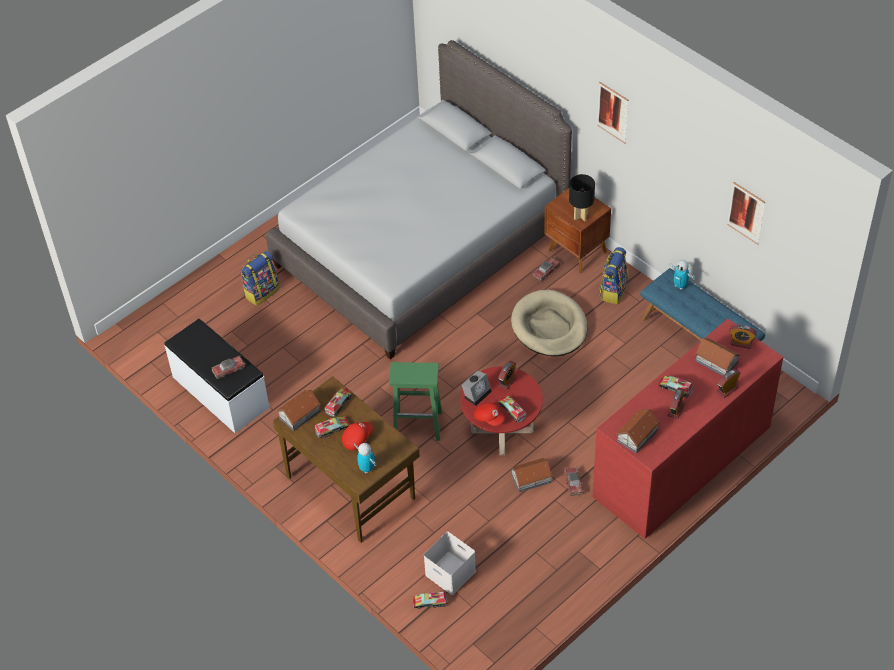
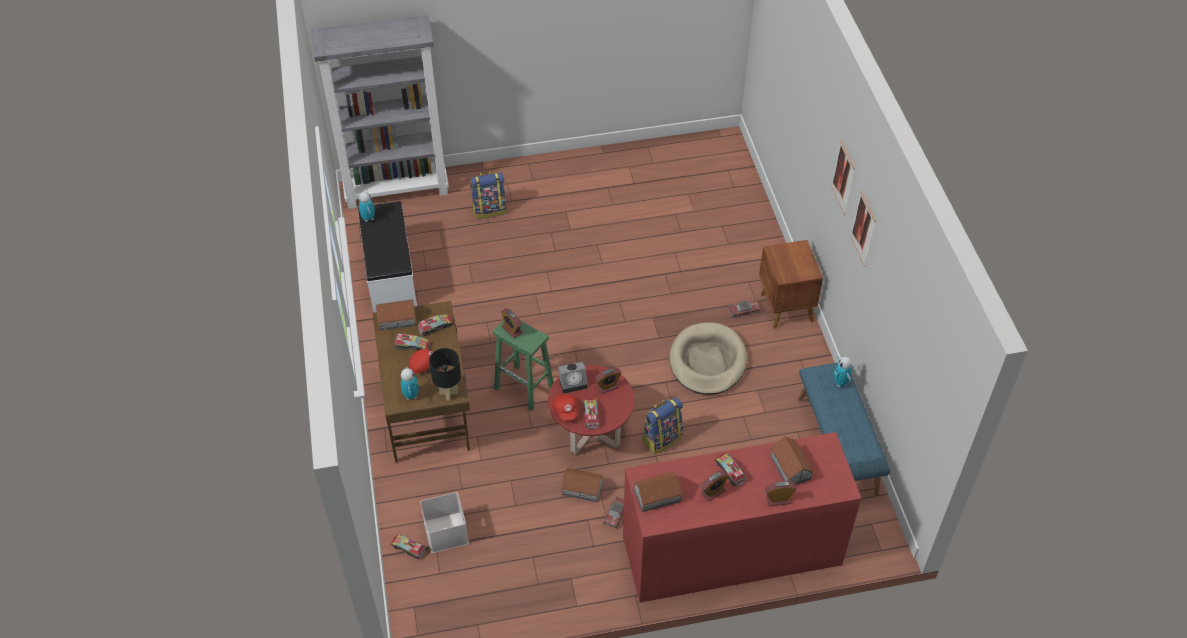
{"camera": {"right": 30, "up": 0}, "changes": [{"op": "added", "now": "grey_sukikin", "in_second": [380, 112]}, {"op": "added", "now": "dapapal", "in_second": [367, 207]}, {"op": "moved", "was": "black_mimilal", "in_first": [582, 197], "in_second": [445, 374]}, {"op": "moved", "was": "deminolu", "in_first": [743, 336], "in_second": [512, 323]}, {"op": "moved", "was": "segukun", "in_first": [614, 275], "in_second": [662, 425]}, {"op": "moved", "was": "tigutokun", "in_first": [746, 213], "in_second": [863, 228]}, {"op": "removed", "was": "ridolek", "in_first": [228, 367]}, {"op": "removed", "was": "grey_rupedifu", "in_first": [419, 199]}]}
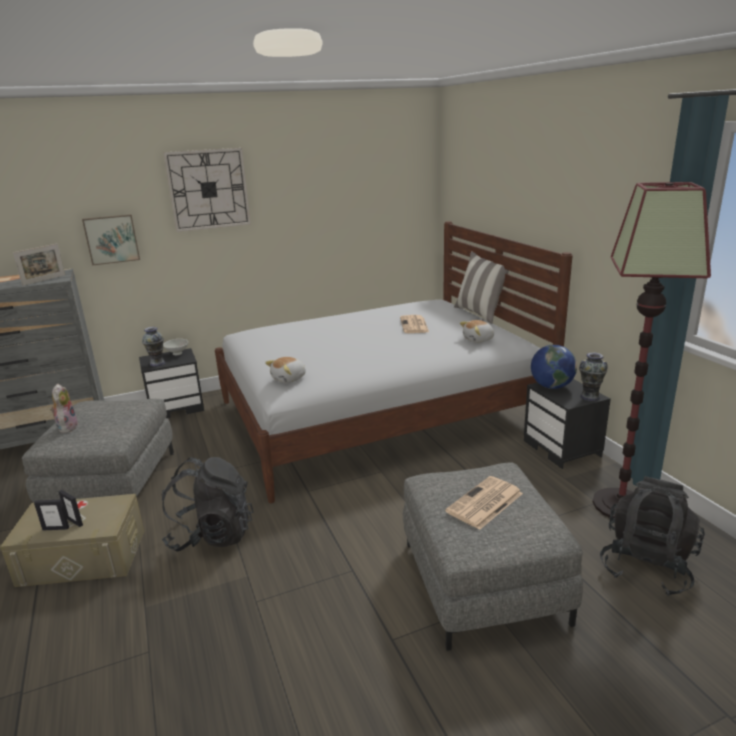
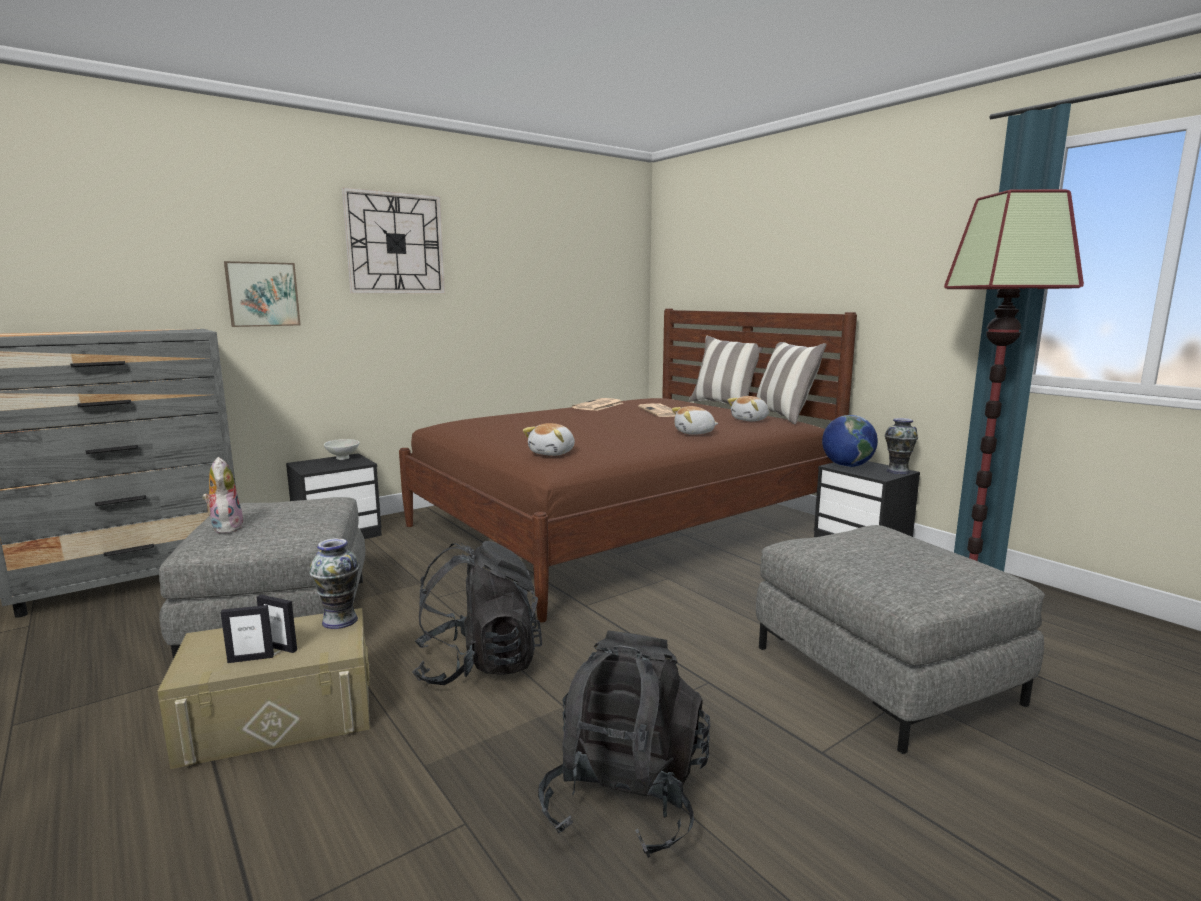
{"camera": {"right": -15, "up": -10}, "changes": [{"op": "moved", "was": "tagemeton", "in_first": [154, 347], "in_second": [334, 583]}, {"op": "recoloured", "was": "white_rupedifu", "now": "brown_rupedifu", "in_first": [394, 362], "in_second": [628, 465]}, {"op": "moved", "was": "black_segukun", "in_first": [652, 536], "in_second": [624, 744]}, {"op": "moved", "was": "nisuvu", "in_first": [484, 503], "in_second": [597, 404]}, {"op": "added", "now": "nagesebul", "in_second": [695, 420]}, {"op": "added", "now": "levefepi", "in_second": [792, 383]}, {"op": "removed", "was": "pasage", "in_first": [39, 265]}]}
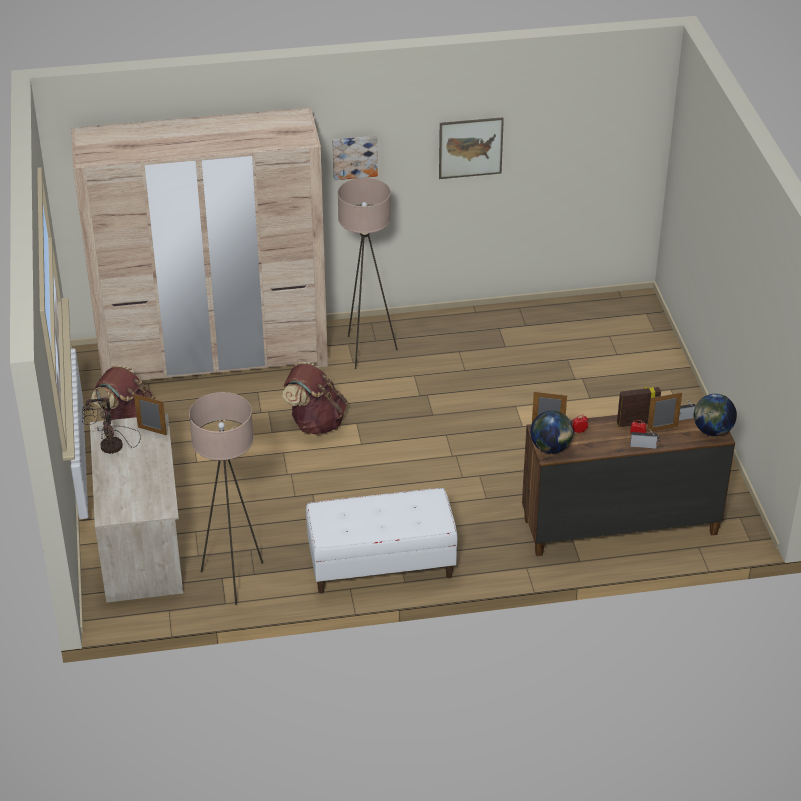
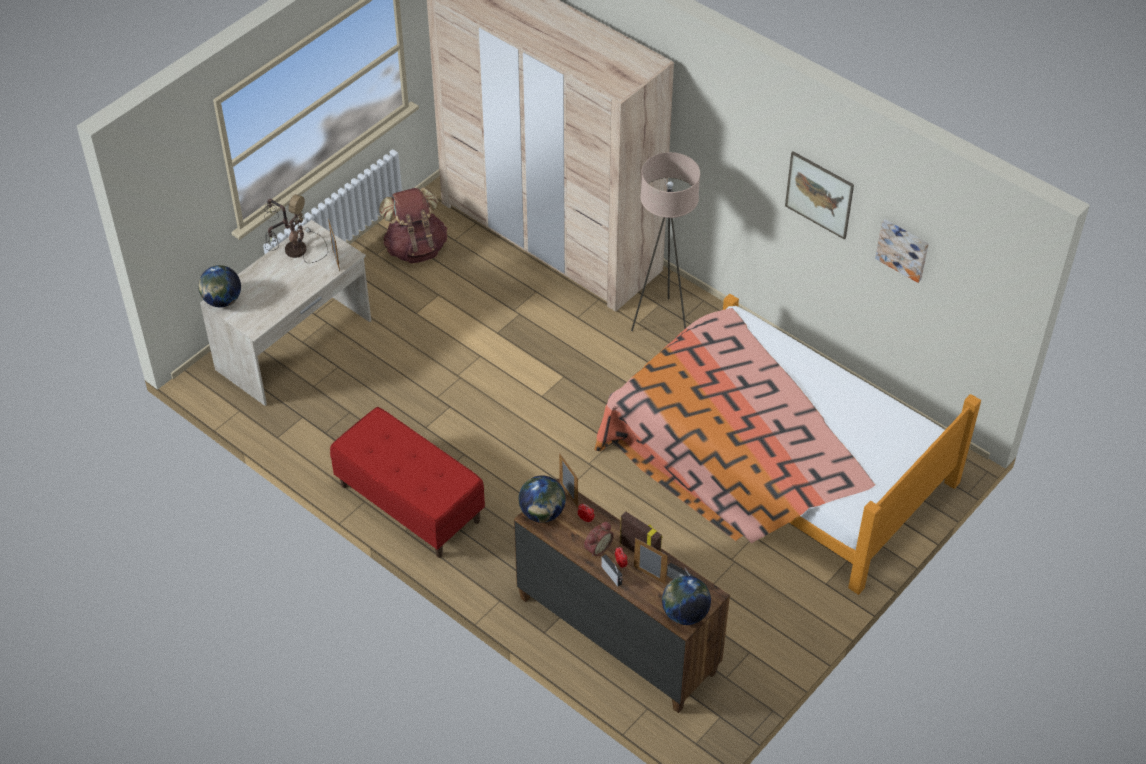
{"camera": {"right": 50, "up": 10}, "changes": [{"op": "added", "now": "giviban", "in_second": [219, 286]}, {"op": "recoloured", "was": "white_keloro", "now": "red_keloro", "in_first": [382, 541], "in_second": [407, 482]}, {"op": "added", "now": "deminolu", "in_second": [599, 539]}, {"op": "added", "now": "rupedifu", "in_second": [788, 444]}, {"op": "moved", "was": "tigutokun", "in_first": [355, 158], "in_second": [902, 251]}, {"op": "removed", "was": "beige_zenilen", "in_first": [226, 498]}, {"op": "removed", "was": "brown_segukun", "in_first": [315, 398]}]}
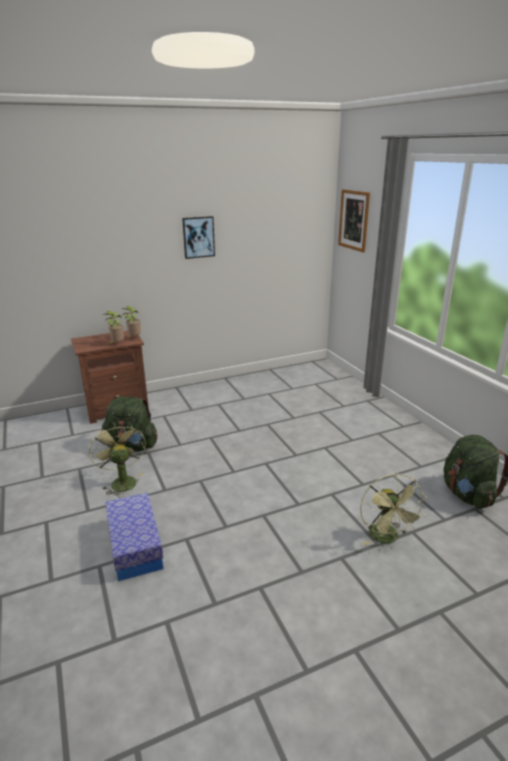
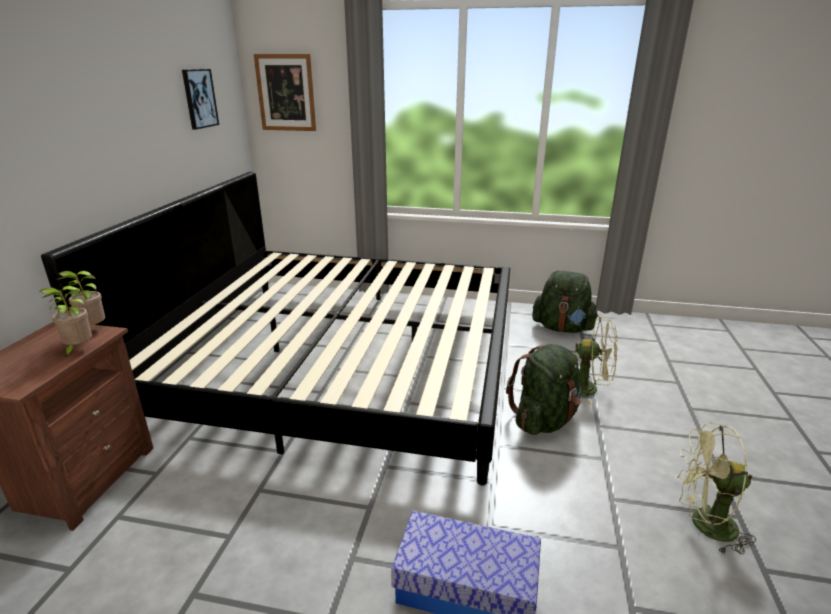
{"camera": {"right": -55, "up": 0}, "changes": [{"op": "added", "now": "rupedifu", "in_second": [275, 328]}, {"op": "moved", "was": "tigutokun", "in_first": [198, 237], "in_second": [200, 99]}, {"op": "moved", "was": "green_segukun", "in_first": [129, 424], "in_second": [543, 389]}, {"op": "moved", "was": "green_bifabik", "in_first": [117, 459], "in_second": [716, 488]}]}
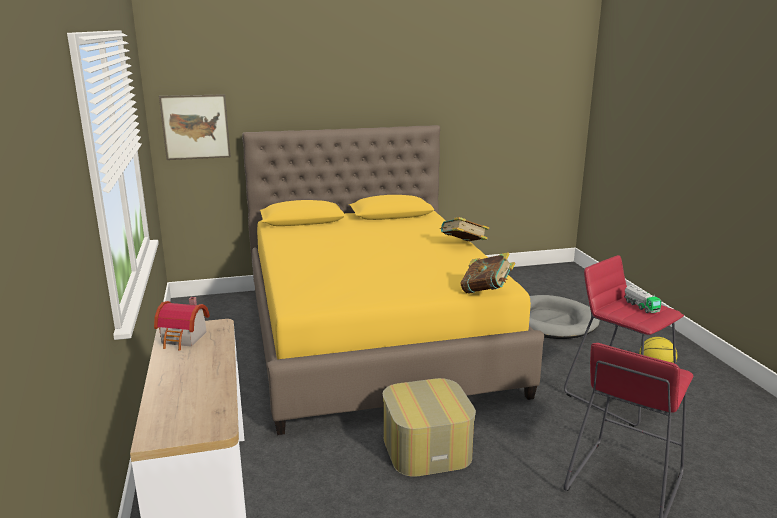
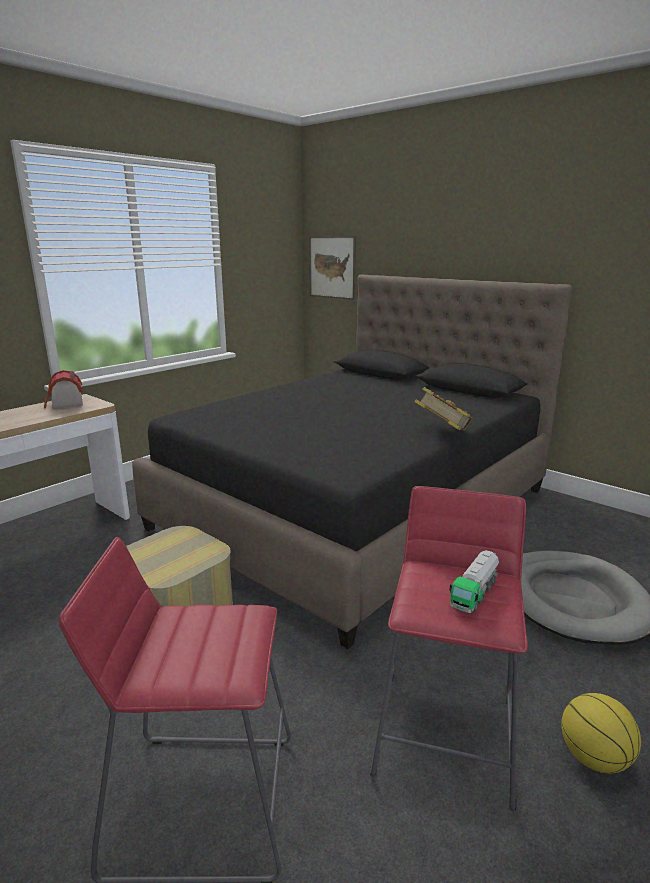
{"camera": {"right": 55, "up": 0}, "changes": [{"op": "recoloured", "was": "yellow_rupedifu", "now": "black_rupedifu", "in_first": [393, 280], "in_second": [352, 462]}, {"op": "removed", "was": "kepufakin", "in_first": [487, 273]}]}
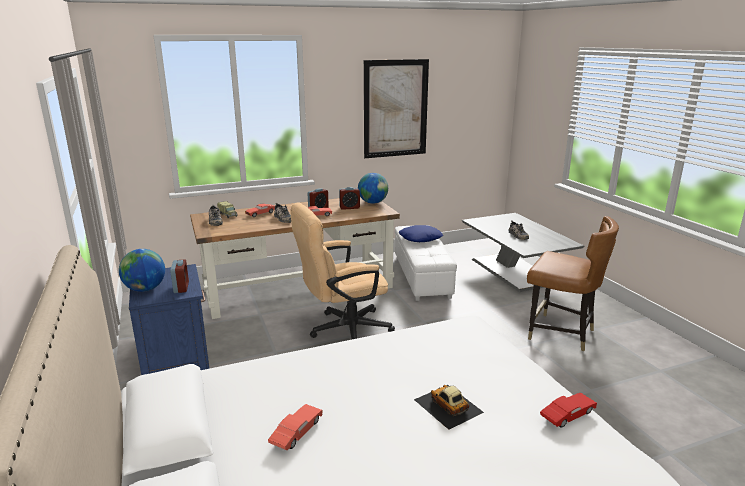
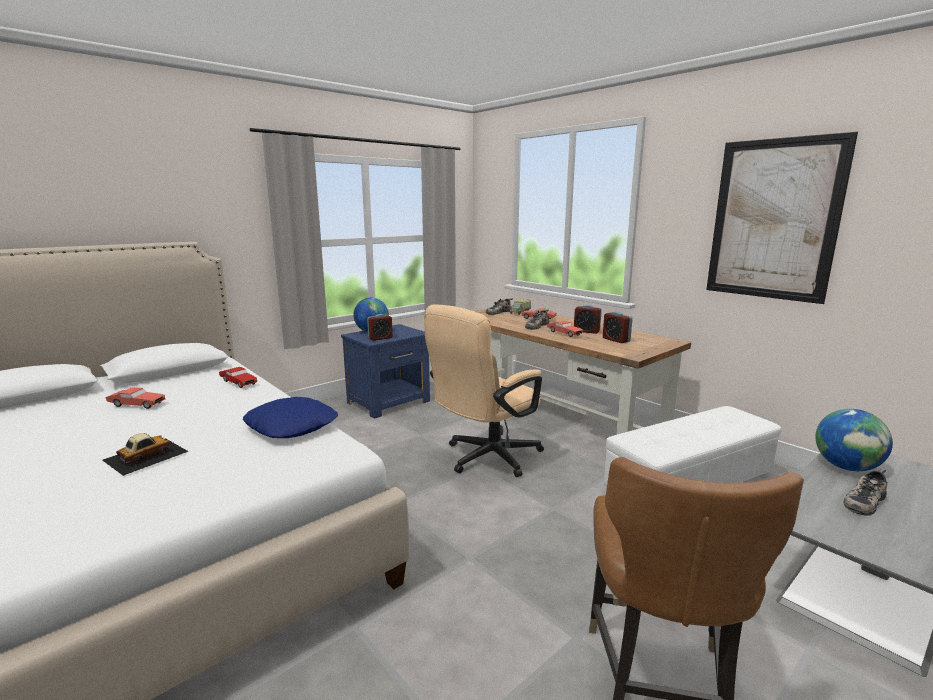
{"camera": {"right": 70, "up": -5}, "changes": [{"op": "moved", "was": "red_ridolek", "in_first": [568, 410], "in_second": [238, 377]}, {"op": "moved", "was": "blue_levefepi", "in_first": [421, 233], "in_second": [290, 417]}, {"op": "turned", "was": "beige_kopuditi", "in_first": [342, 271], "in_second": [484, 390], "clockwise": -90}, {"op": "moved", "was": "giviban", "in_first": [373, 188], "in_second": [854, 440]}]}
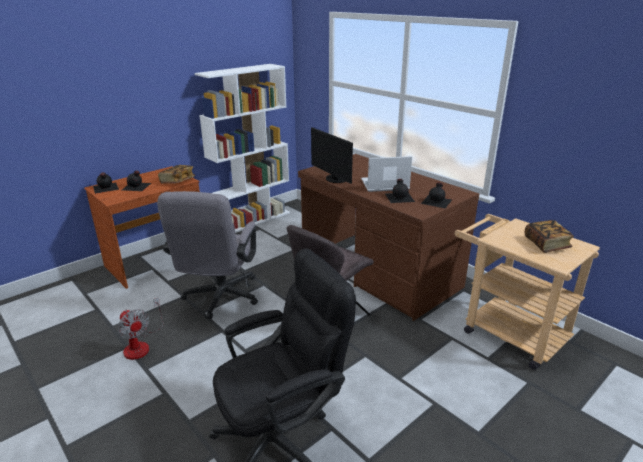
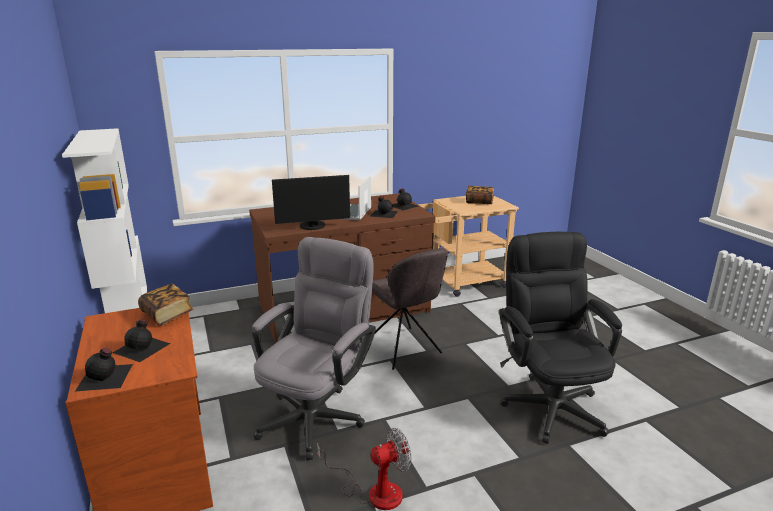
{"camera": {"right": -70, "up": -5}, "changes": [{"op": "turned", "was": "grey_kopuditi", "in_first": [207, 255], "in_second": [314, 348], "clockwise": -90}]}
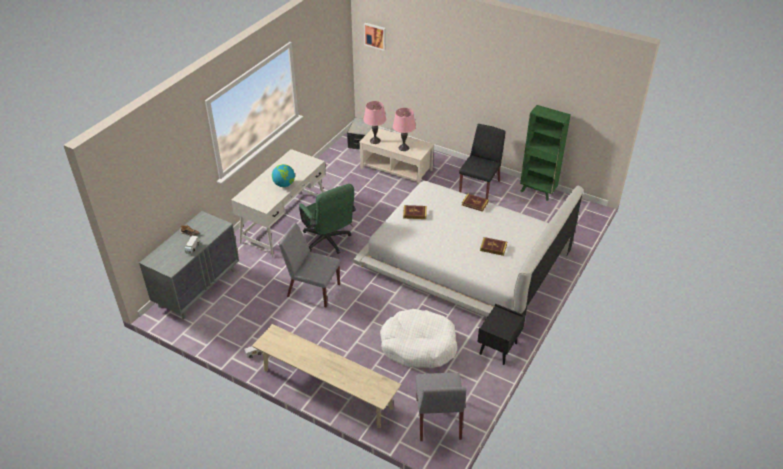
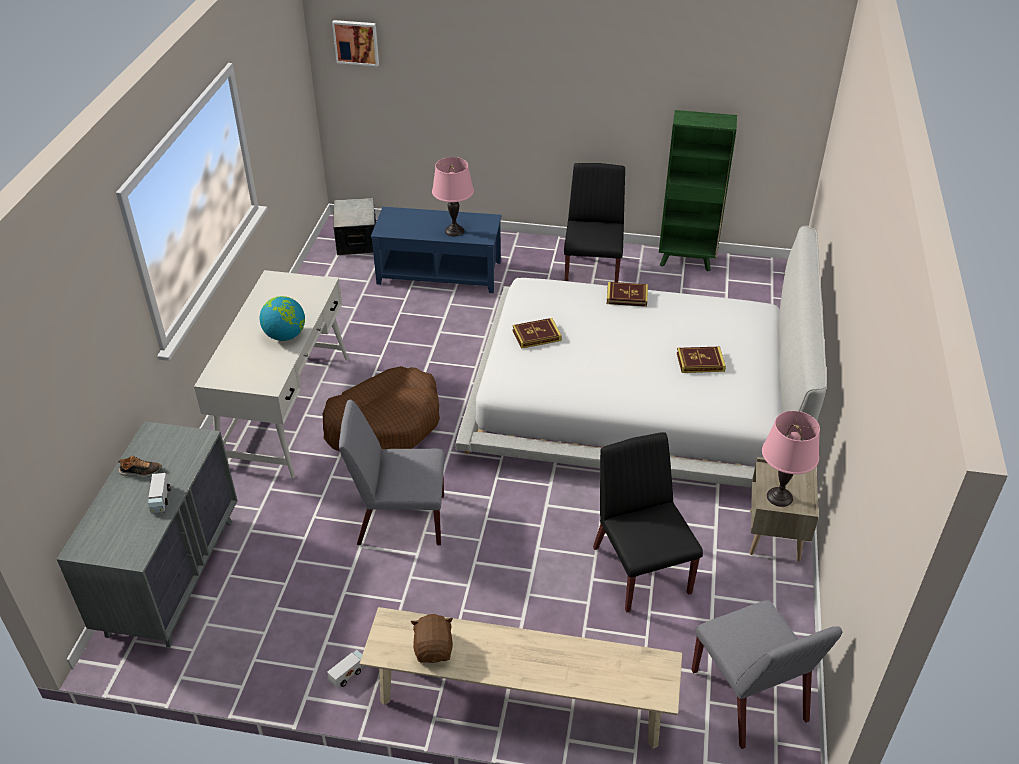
{"camera": {"right": -20, "up": 0}, "changes": [{"op": "replaced", "was": "green_kopuditi", "now": "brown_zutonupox", "in_first": [327, 219], "in_second": [381, 408]}, {"op": "recoloured", "was": "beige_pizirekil", "now": "blue_pizirekil", "in_first": [396, 156], "in_second": [436, 250]}, {"op": "added", "now": "brown_nagesebul", "in_second": [432, 638]}, {"op": "replaced", "was": "white_zutonupox", "now": "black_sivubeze", "in_first": [418, 338], "in_second": [648, 522]}, {"op": "recoloured", "was": "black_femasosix", "now": "beige_femasosix", "in_first": [501, 334], "in_second": [784, 509]}, {"op": "moved", "was": "pink_mimilal", "in_first": [374, 122], "in_second": [791, 459]}]}
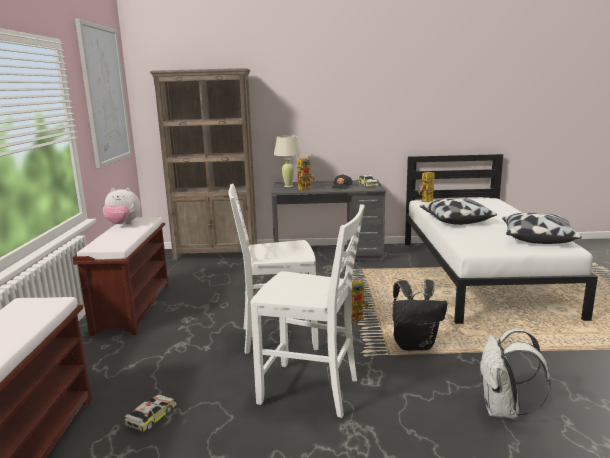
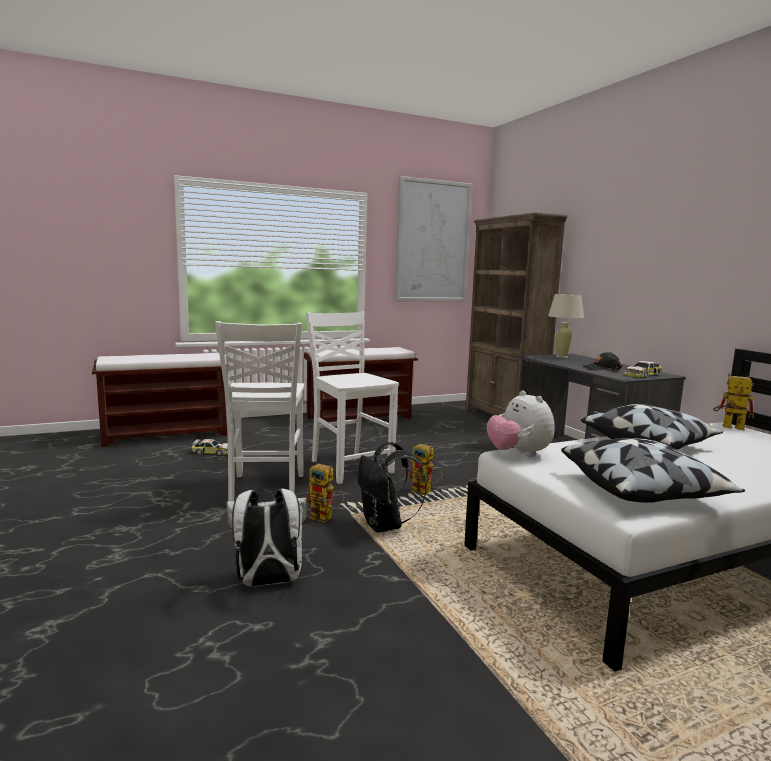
{"camera": {"right": 65, "up": -5}, "changes": [{"op": "moved", "was": "dapapal", "in_first": [306, 173], "in_second": [325, 493]}, {"op": "moved", "was": "nagesebul", "in_first": [121, 206], "in_second": [520, 423]}]}
